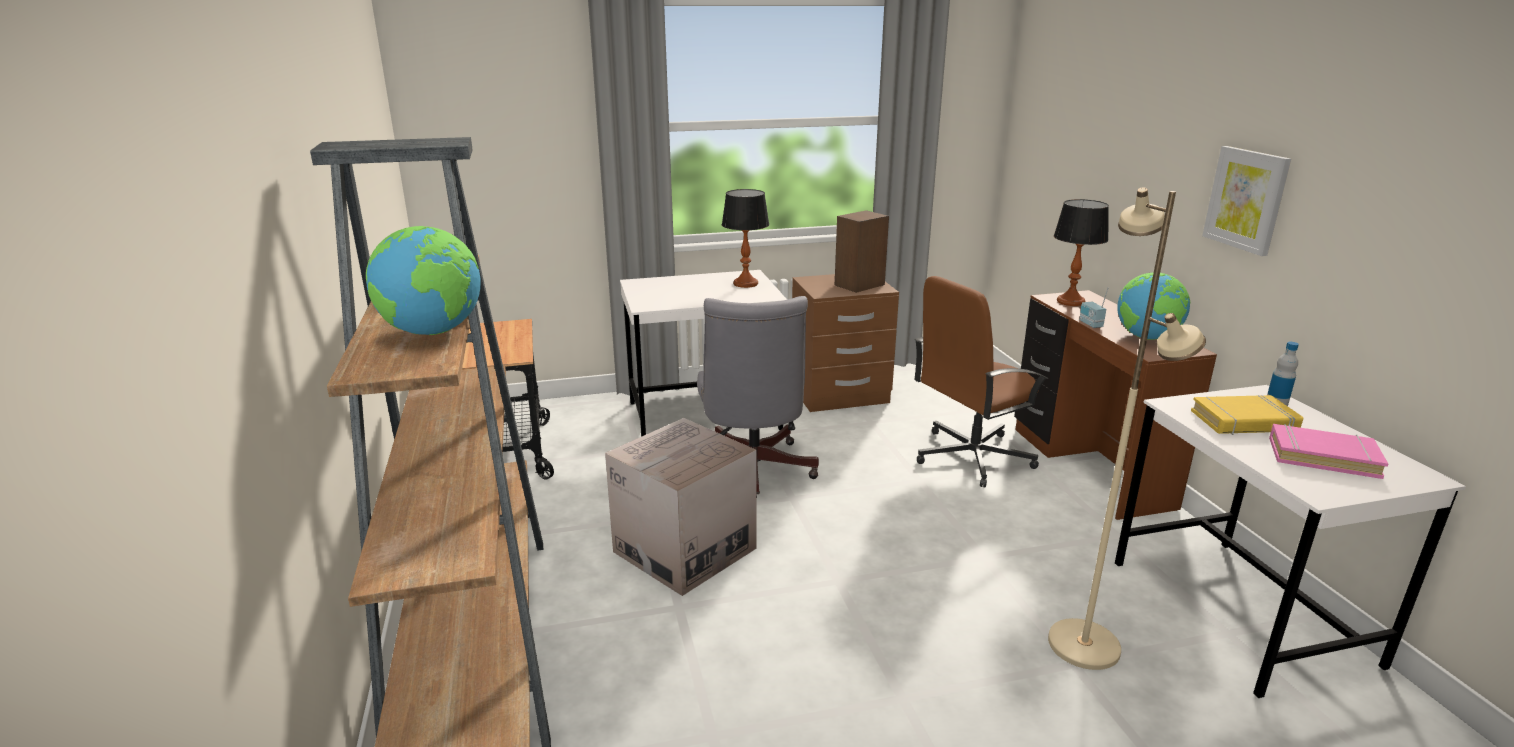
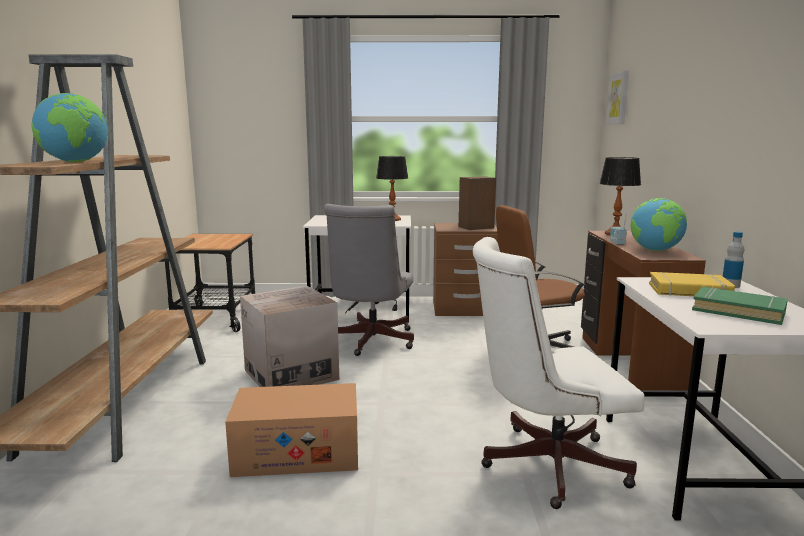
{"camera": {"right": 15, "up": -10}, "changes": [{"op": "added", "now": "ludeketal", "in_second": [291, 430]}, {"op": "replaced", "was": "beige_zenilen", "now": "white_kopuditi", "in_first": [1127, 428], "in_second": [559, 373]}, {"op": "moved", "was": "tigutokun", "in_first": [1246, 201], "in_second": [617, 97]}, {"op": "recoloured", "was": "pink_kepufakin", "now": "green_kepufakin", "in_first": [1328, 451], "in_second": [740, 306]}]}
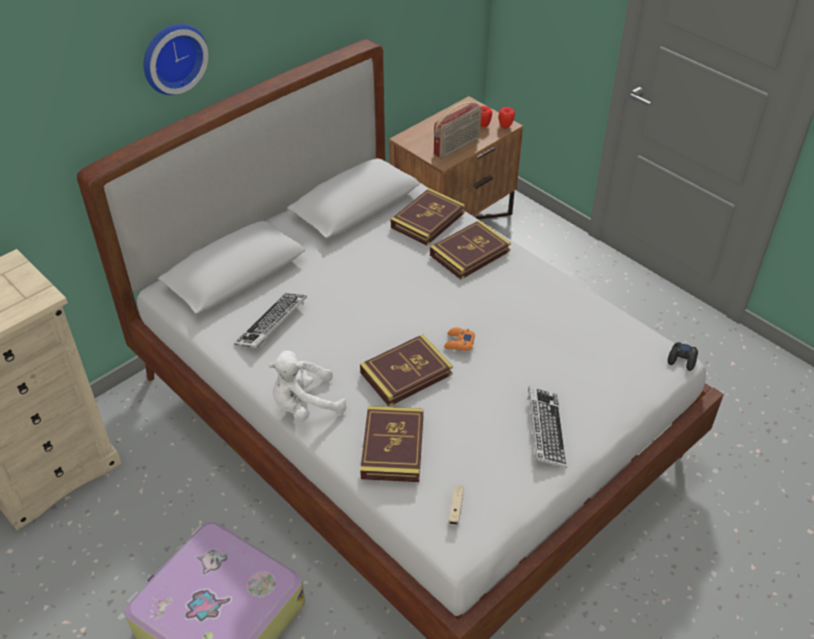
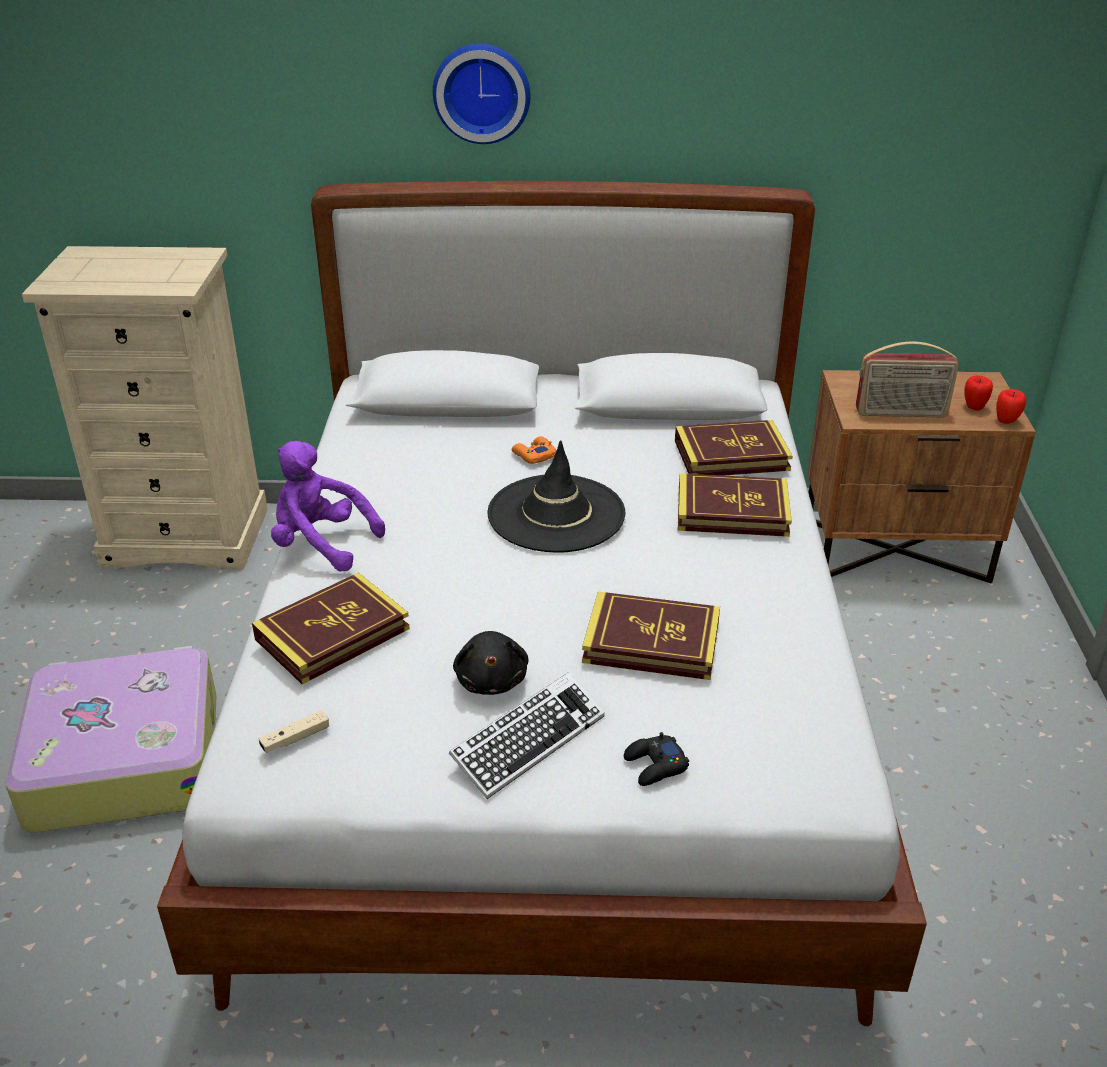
{"camera": {"right": 45, "up": -10}, "changes": [{"op": "recoloured", "was": "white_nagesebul", "now": "purple_nagesebul", "in_first": [307, 386], "in_second": [328, 506]}, {"op": "added", "now": "black_nagesebul", "in_second": [491, 663]}, {"op": "added", "now": "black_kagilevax", "in_second": [556, 496]}, {"op": "moved", "was": "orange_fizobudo", "in_first": [459, 339], "in_second": [534, 450]}, {"op": "moved", "was": "kepufakin", "in_first": [406, 370], "in_second": [651, 635]}, {"op": "moved", "was": "black_fizobudo", "in_first": [683, 356], "in_second": [656, 759]}, {"op": "removed", "was": "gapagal", "in_first": [270, 320]}]}
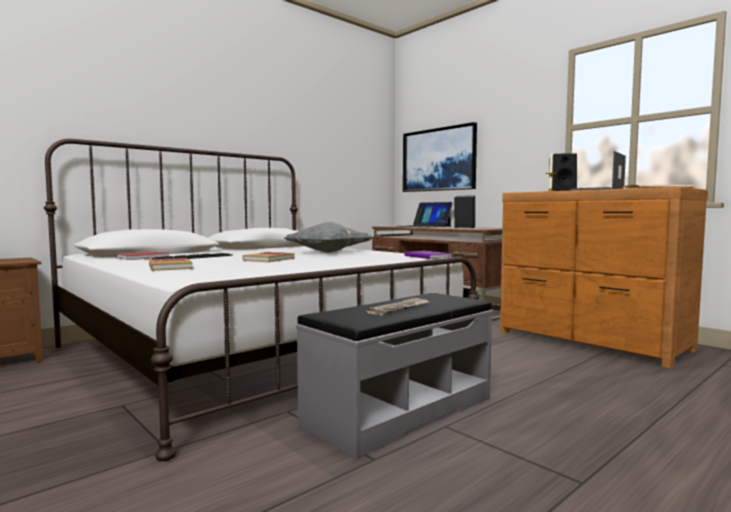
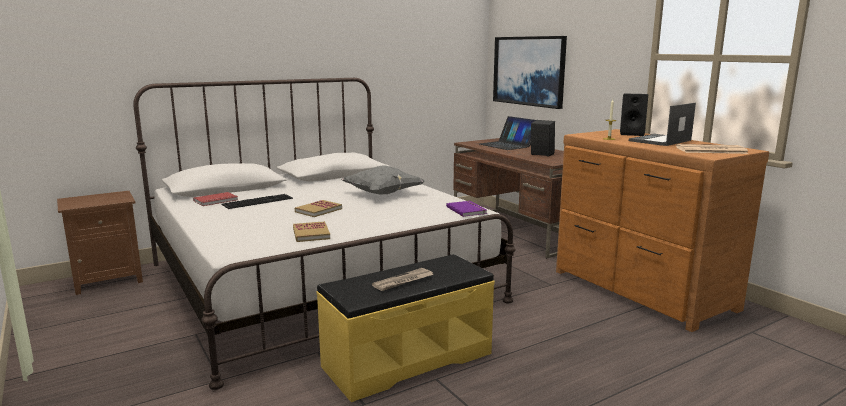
{"camera": {"right": 10, "up": 10}, "changes": [{"op": "moved", "was": "kepufakin", "in_first": [171, 264], "in_second": [311, 231]}, {"op": "recoloured", "was": "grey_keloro", "now": "yellow_keloro", "in_first": [394, 376], "in_second": [405, 328]}]}
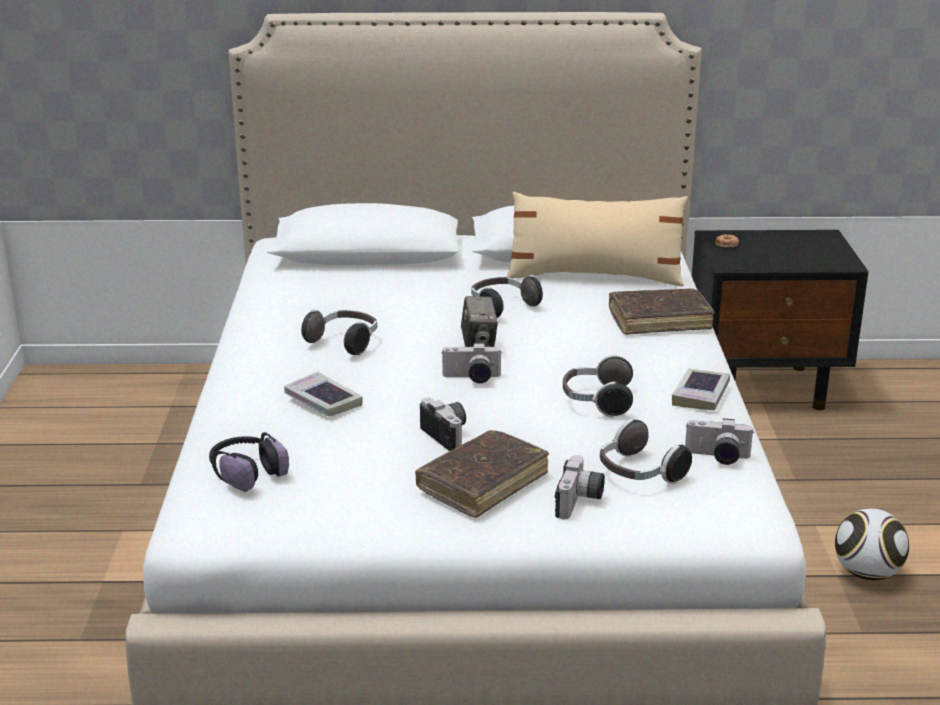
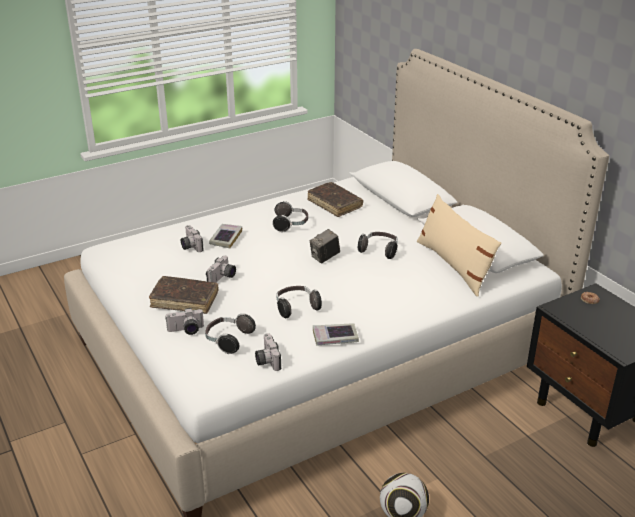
{"camera": {"right": 60, "up": 5}, "changes": [{"op": "moved", "was": "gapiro", "in_first": [471, 363], "in_second": [192, 238]}, {"op": "moved", "was": "brown_kepufakin", "in_first": [662, 311], "in_second": [335, 199]}, {"op": "removed", "was": "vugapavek", "in_first": [249, 462]}]}
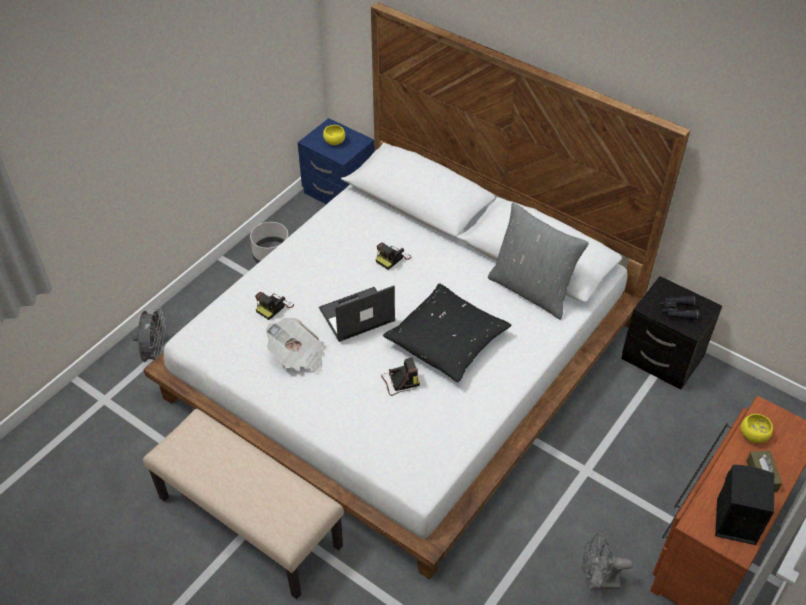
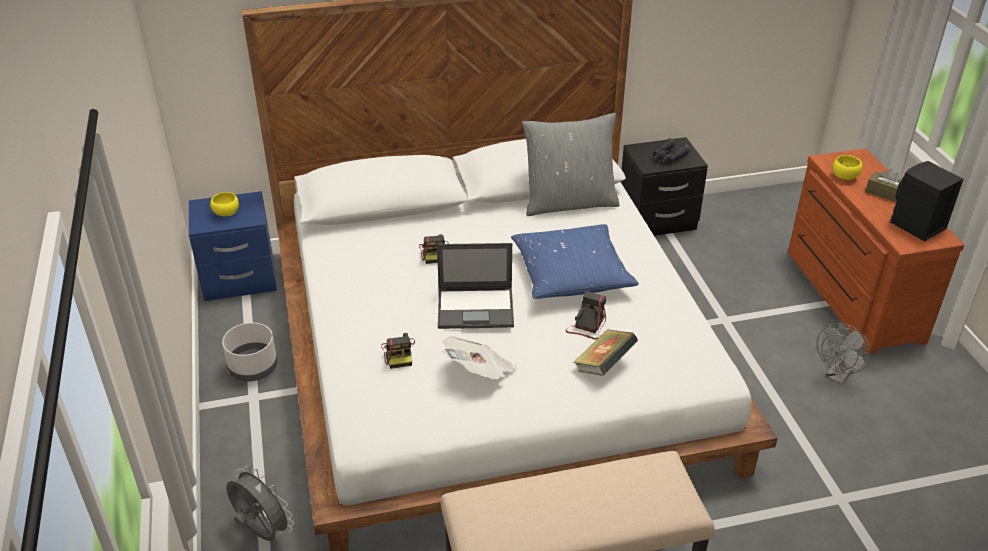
{"camera": {"right": -50, "up": -10}, "changes": [{"op": "turned", "was": "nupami", "in_first": [357, 313], "in_second": [475, 286], "clockwise": -105}, {"op": "recoloured", "was": "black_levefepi", "now": "blue_levefepi", "in_first": [447, 332], "in_second": [575, 261]}, {"op": "added", "now": "kepufakin", "in_second": [605, 352]}]}
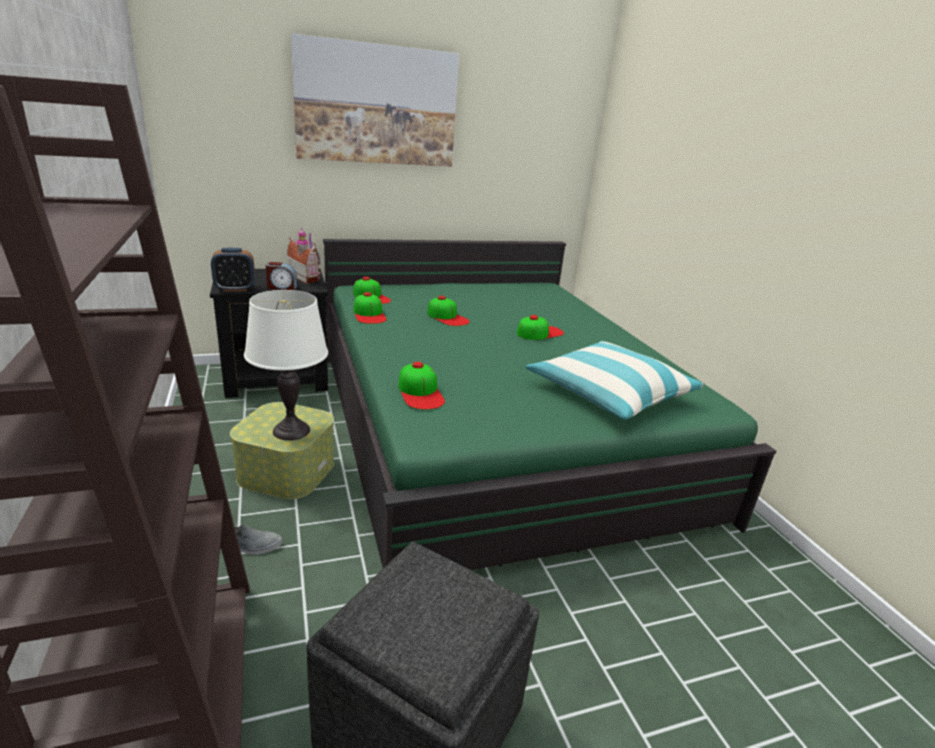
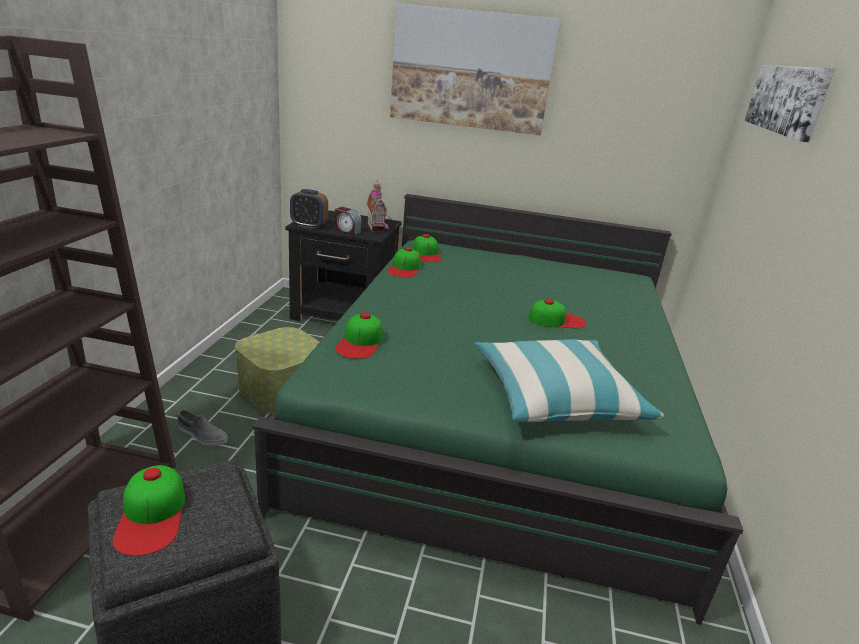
{"camera": {"right": 30, "up": 0}, "changes": [{"op": "moved", "was": "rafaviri", "in_first": [448, 311], "in_second": [149, 510]}, {"op": "added", "now": "tigutokun", "in_second": [789, 103]}, {"op": "removed", "was": "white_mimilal", "in_first": [286, 365]}]}
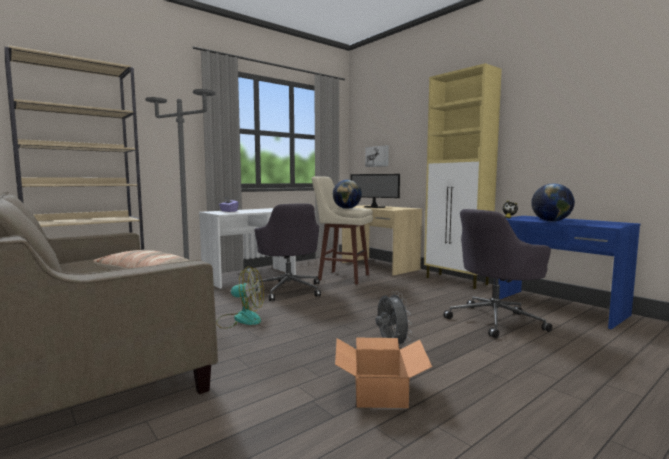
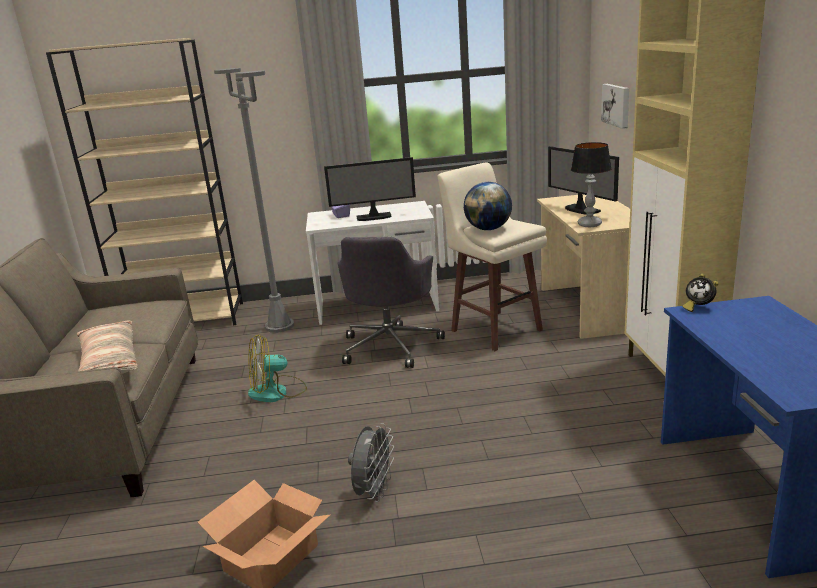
{"camera": {"right": 35, "up": 15}, "changes": [{"op": "turned", "was": "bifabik", "in_first": [240, 297], "in_second": [277, 368], "clockwise": 120}, {"op": "added", "now": "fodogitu", "in_second": [370, 189]}, {"op": "added", "now": "mimilal", "in_second": [591, 184]}, {"op": "removed", "was": "grey_kopuditi", "in_first": [497, 273]}, {"op": "removed", "was": "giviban", "in_first": [553, 202]}]}
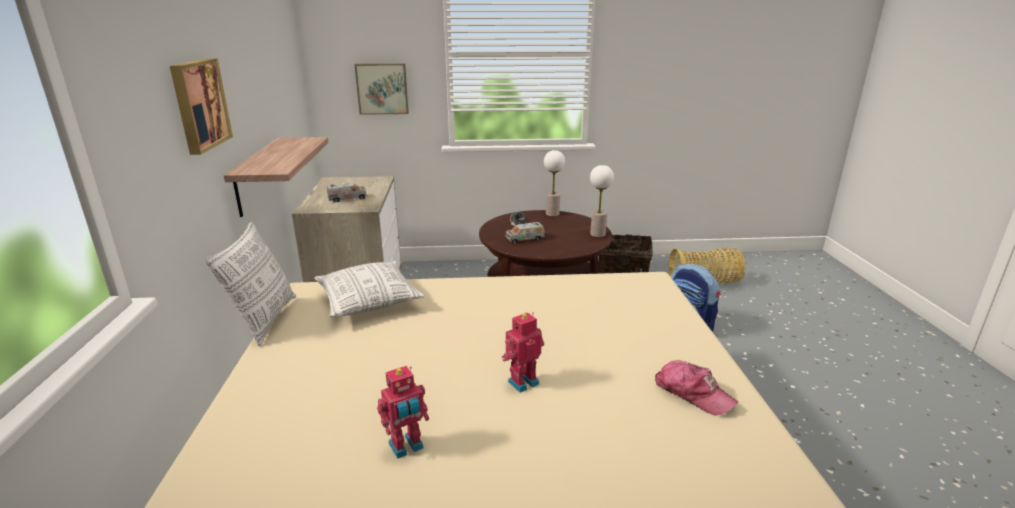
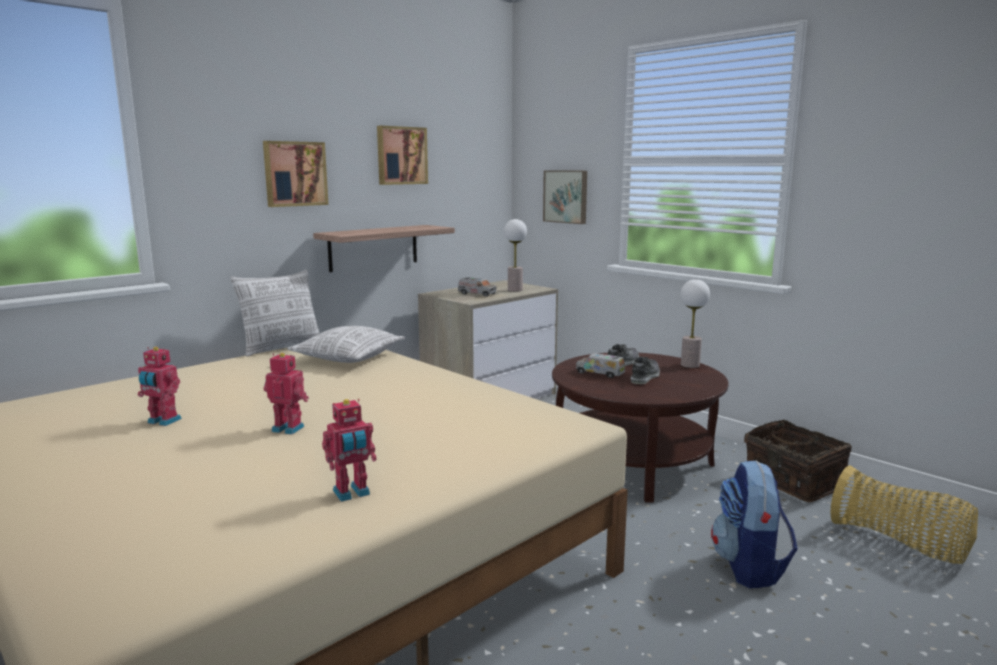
{"camera": {"right": 50, "up": -10}, "changes": [{"op": "replaced", "was": "rafaviri", "now": "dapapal", "in_first": [696, 388], "in_second": [349, 450]}, {"op": "added", "now": "tigutokun", "in_second": [402, 155]}, {"op": "moved", "was": "mimilal", "in_first": [602, 201], "in_second": [515, 255]}, {"op": "added", "now": "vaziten", "in_second": [645, 370]}]}
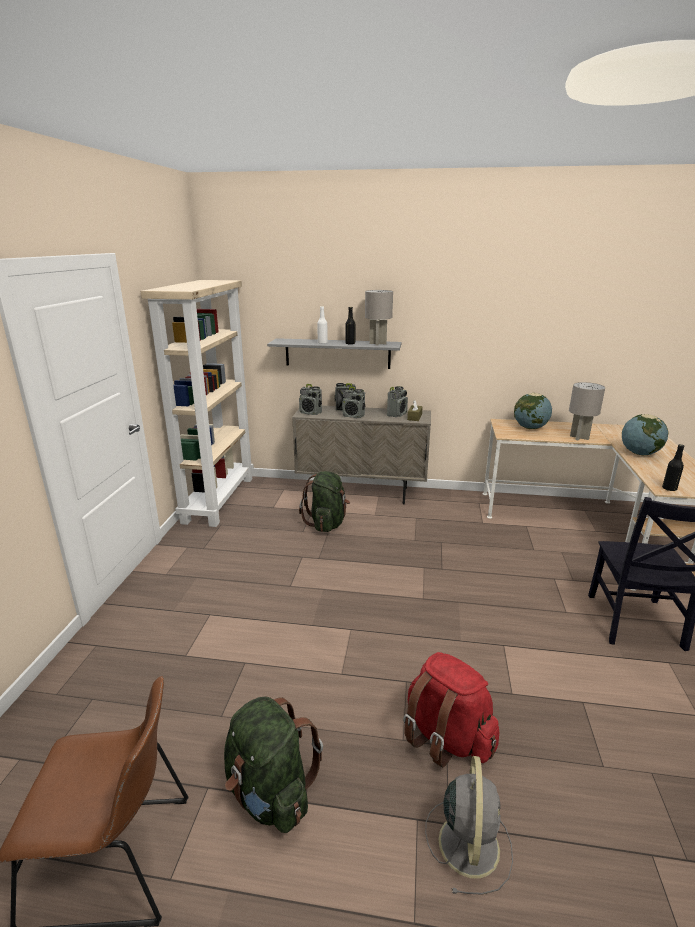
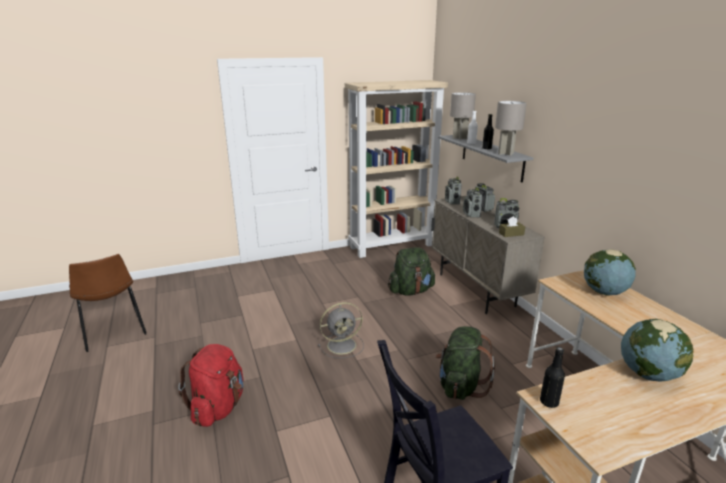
{"camera": {"right": 60, "up": 0}, "changes": [{"op": "moved", "was": "grey_bifabik", "in_first": [469, 825], "in_second": [341, 330]}, {"op": "moved", "was": "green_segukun", "in_first": [273, 764], "in_second": [465, 363]}, {"op": "moved", "was": "grey_mimilal", "in_first": [587, 411], "in_second": [463, 116]}]}
